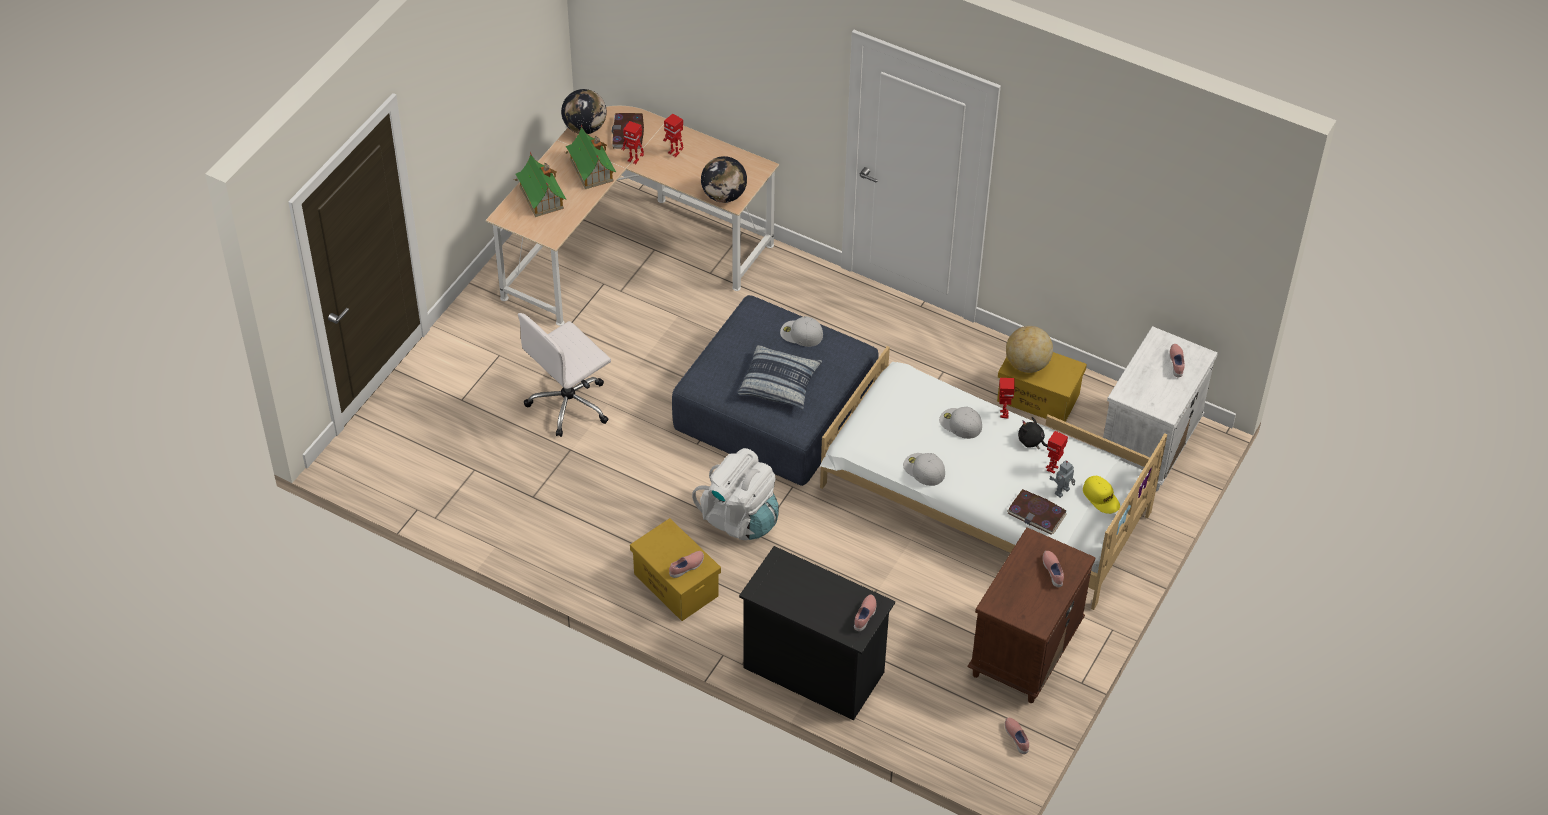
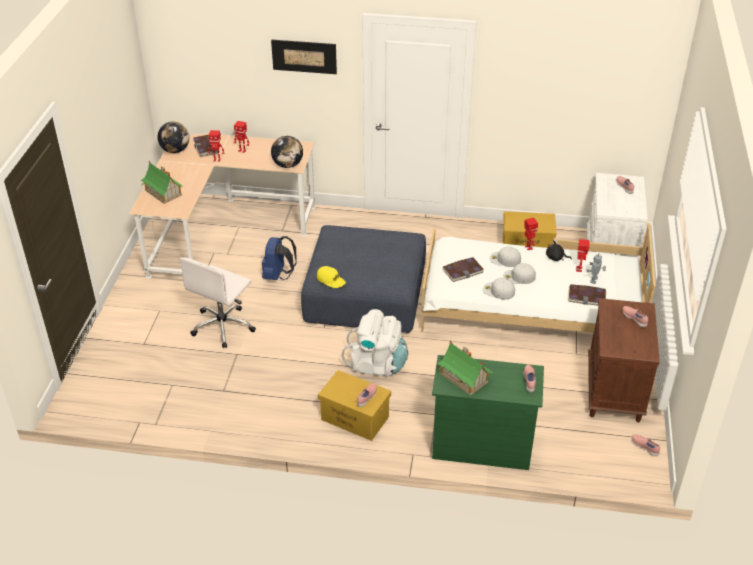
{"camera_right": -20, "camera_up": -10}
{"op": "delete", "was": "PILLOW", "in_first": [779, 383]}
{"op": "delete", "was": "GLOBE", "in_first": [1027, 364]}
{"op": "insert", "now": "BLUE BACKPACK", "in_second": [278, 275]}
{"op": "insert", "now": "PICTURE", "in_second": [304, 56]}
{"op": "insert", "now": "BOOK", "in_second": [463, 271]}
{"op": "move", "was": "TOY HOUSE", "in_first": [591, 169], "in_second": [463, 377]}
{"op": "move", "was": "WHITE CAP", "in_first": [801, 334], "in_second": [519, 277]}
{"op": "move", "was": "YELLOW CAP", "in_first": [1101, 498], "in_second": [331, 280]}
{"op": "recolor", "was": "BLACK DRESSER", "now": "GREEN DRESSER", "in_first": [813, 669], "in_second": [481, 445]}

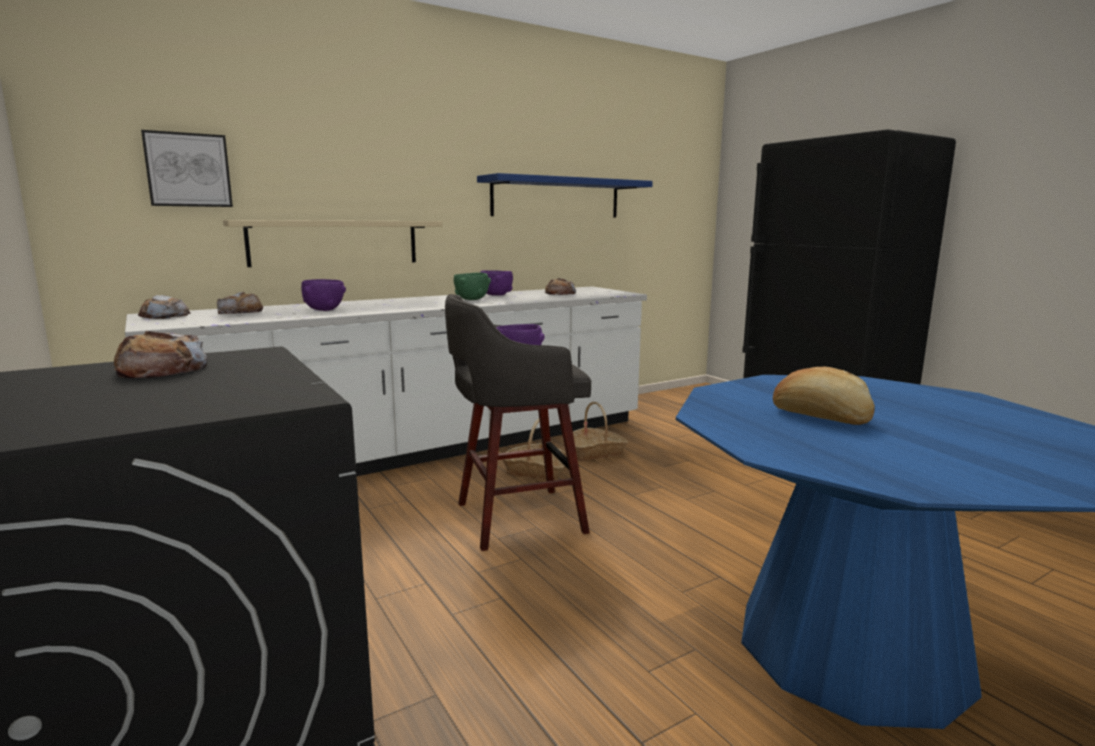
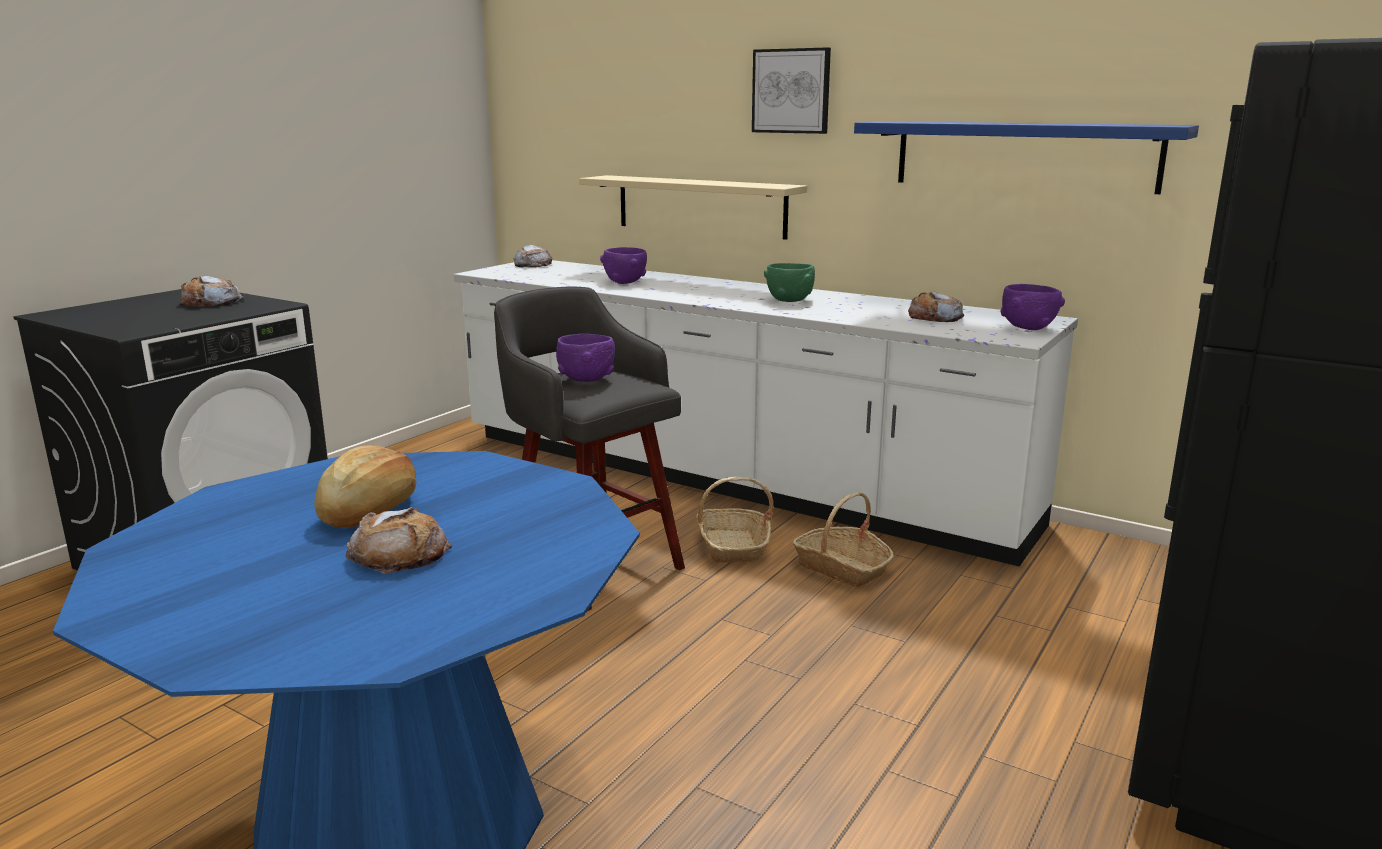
{"camera_right": 65, "camera_up": 5}
{"op": "move", "was": "PICTURE", "in_first": [188, 170], "in_second": [791, 91]}
{"op": "move", "was": "BREAD", "in_first": [240, 312], "in_second": [399, 553]}
{"op": "move", "was": "PURPLE BOWL", "in_first": [496, 295], "in_second": [1028, 328]}

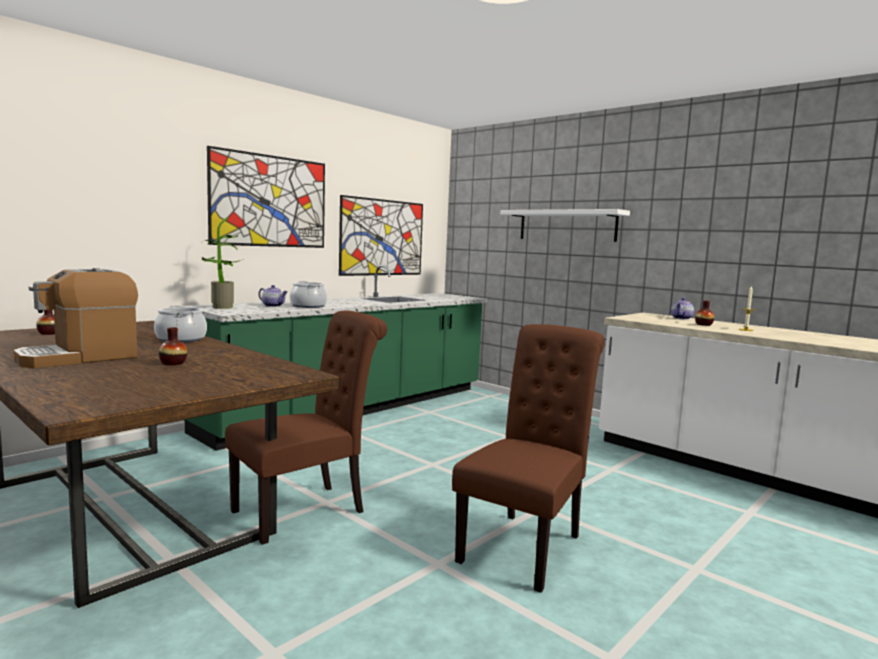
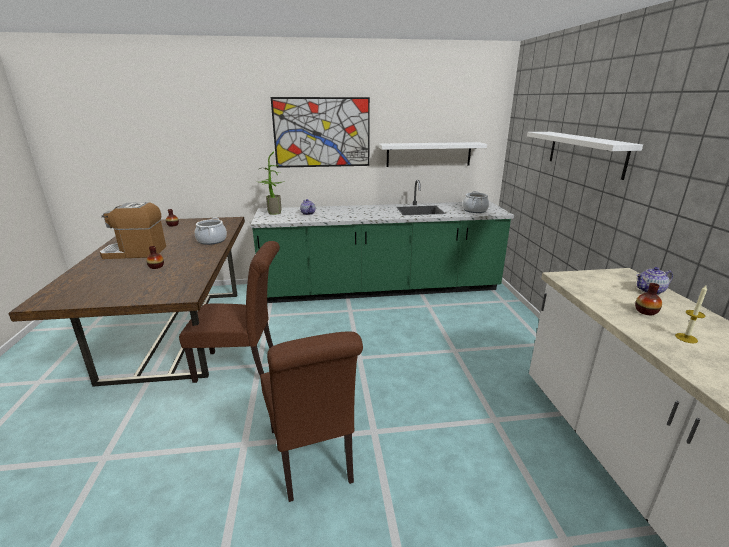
{"camera_right": 40, "camera_up": 15}
{"op": "move", "was": "COOKING POT", "in_first": [308, 306], "in_second": [475, 210]}
{"op": "replace", "was": "PICTURE", "now": "WHITE SHELF", "in_first": [382, 237], "in_second": [429, 154]}
{"op": "rotate", "was": "BROWN CHAIR", "in_first": [525, 545], "in_second": [312, 459], "clockwise": 90}

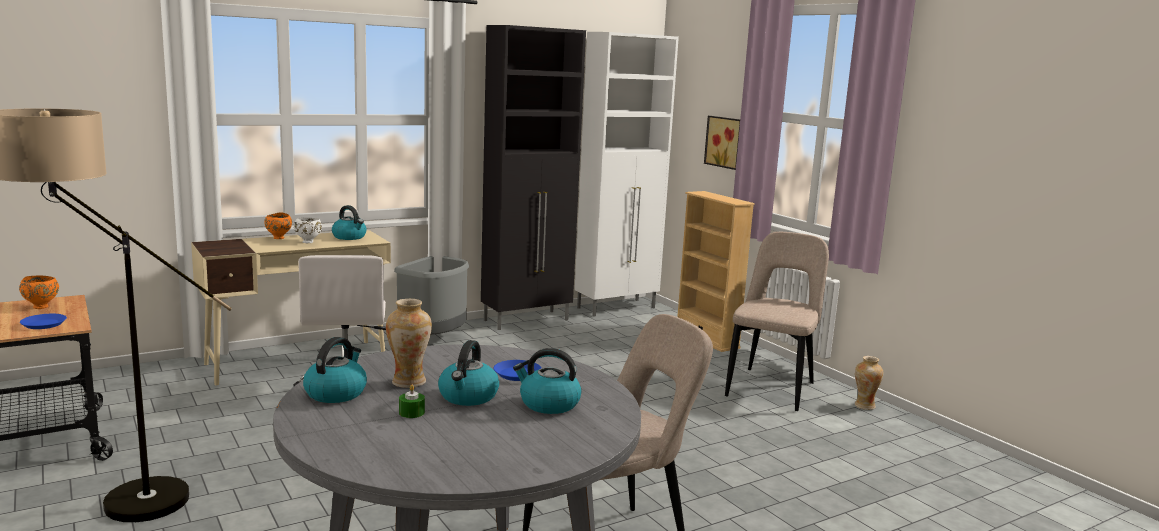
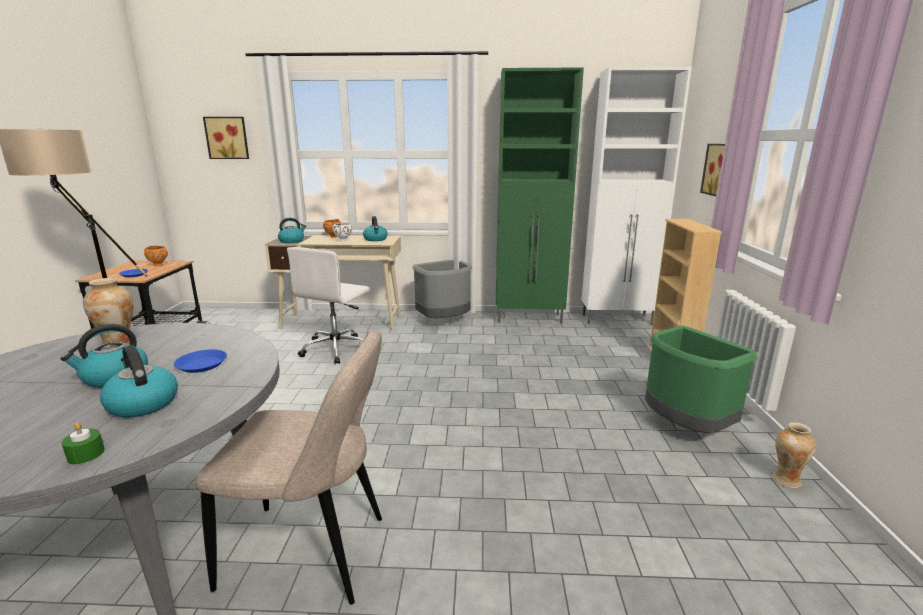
{"camera_right": 35, "camera_up": 5}
{"op": "insert", "now": "PICTURE", "in_second": [227, 138]}
{"op": "move", "was": "KETTLE", "in_first": [336, 393], "in_second": [292, 241]}
{"op": "move", "was": "GREEN CANDLE", "in_first": [411, 412], "in_second": [86, 454]}
{"op": "replace", "was": "BEIGE CHAIR", "now": "GREEN TRASH CAN", "in_first": [772, 388], "in_second": [685, 427]}
{"op": "recolor", "was": "BLACK CABINET", "now": "GREEN CABINET", "in_first": [527, 320], "in_second": [530, 318]}

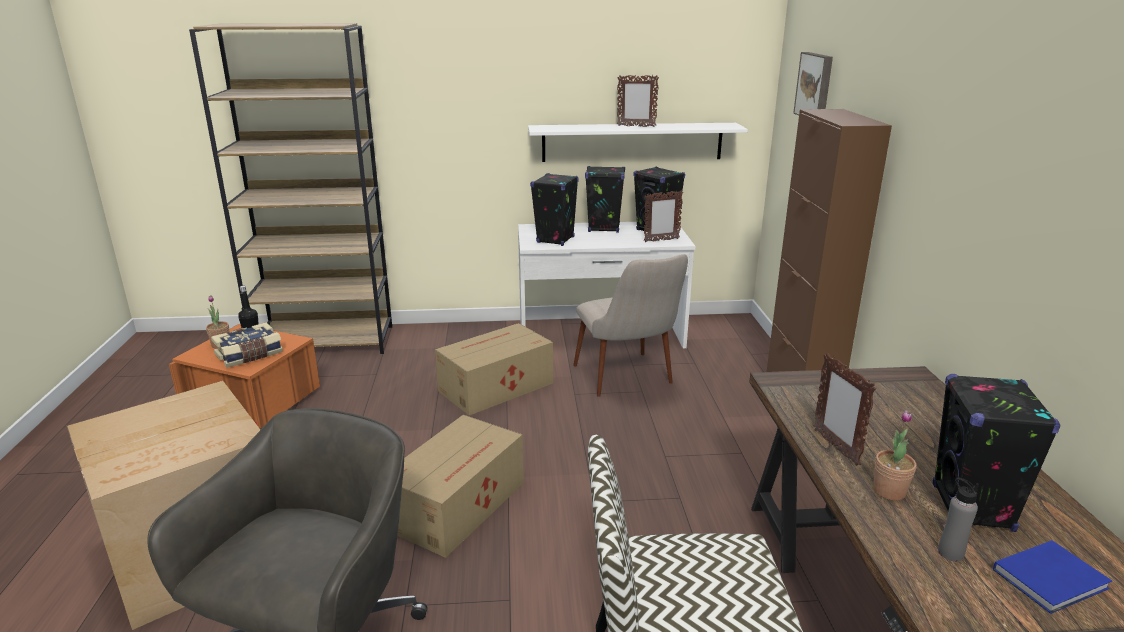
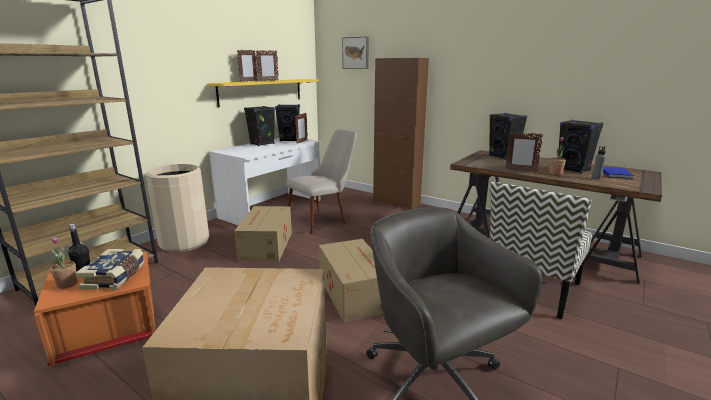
{"camera_right": -50, "camera_up": -5}
{"op": "insert", "now": "BEIGE TRASH CAN", "in_second": [184, 242]}
{"op": "insert", "now": "PICTURE FRAME", "in_second": [248, 81]}
{"op": "move", "was": "BLACK SPEAKER", "in_first": [555, 240], "in_second": [503, 156]}
{"op": "recolor", "was": "WHITE SHELF", "now": "YELLOW SHELF", "in_first": [632, 142], "in_second": [261, 92]}
{"op": "rotate", "was": "BEIGE CHAIR", "in_first": [629, 382], "in_second": [323, 219], "clockwise": -60}

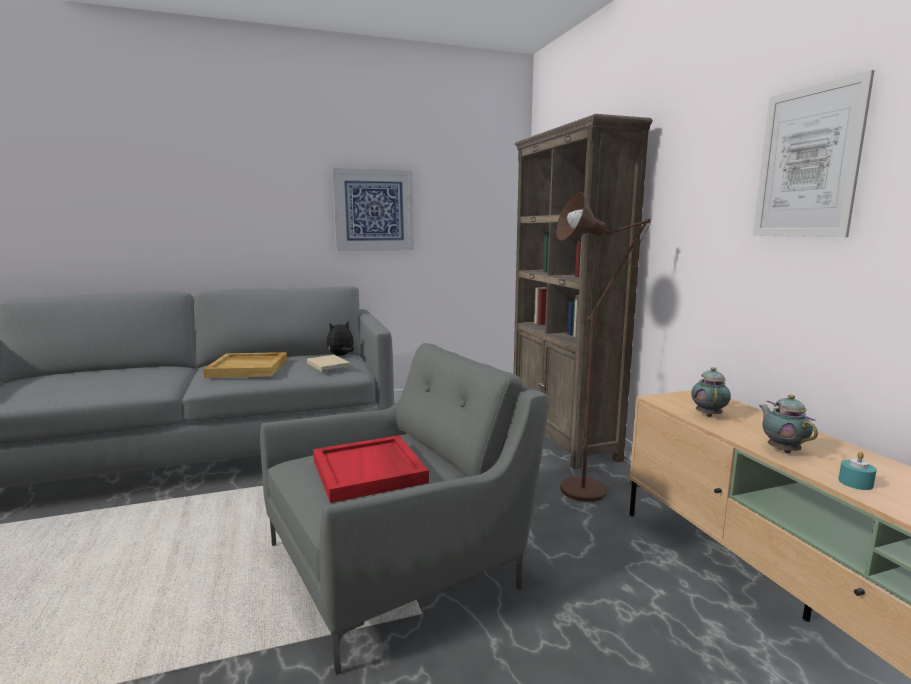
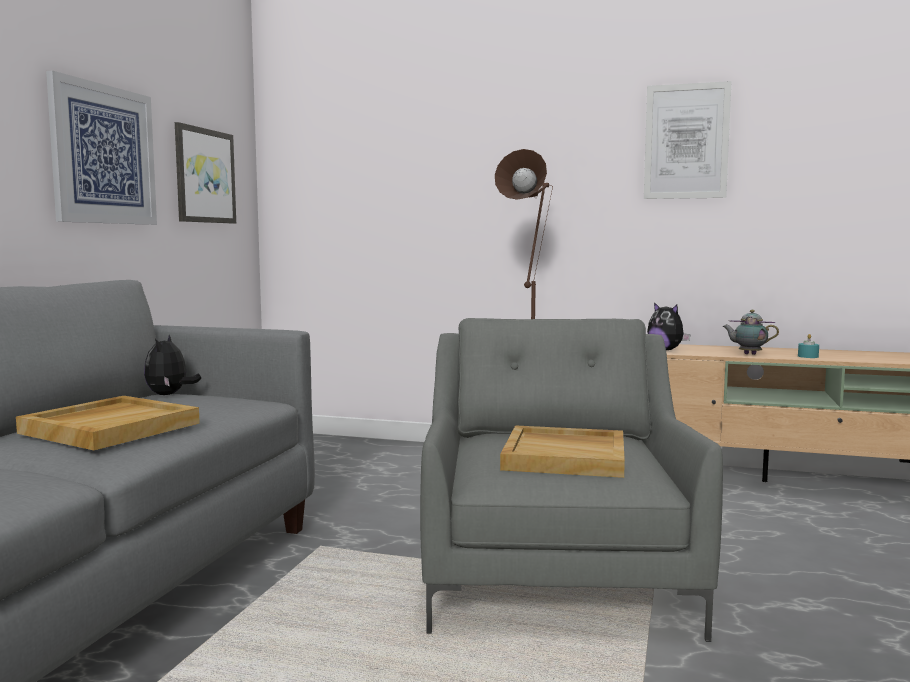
{"camera_right": -55, "camera_up": -5}
{"op": "delete", "was": "BEIGE BOOK", "in_first": [328, 365]}
{"op": "delete", "was": "BROWN BOOKCASE", "in_first": [562, 438]}
{"op": "insert", "now": "PICTURE", "in_second": [204, 176]}
{"op": "replace", "was": "TEAPOT", "now": "PLUSH TOY", "in_first": [708, 414], "in_second": [666, 350]}
{"op": "recolor", "was": "RED TRAY", "now": "BEIGE TRAY", "in_first": [370, 471], "in_second": [566, 456]}

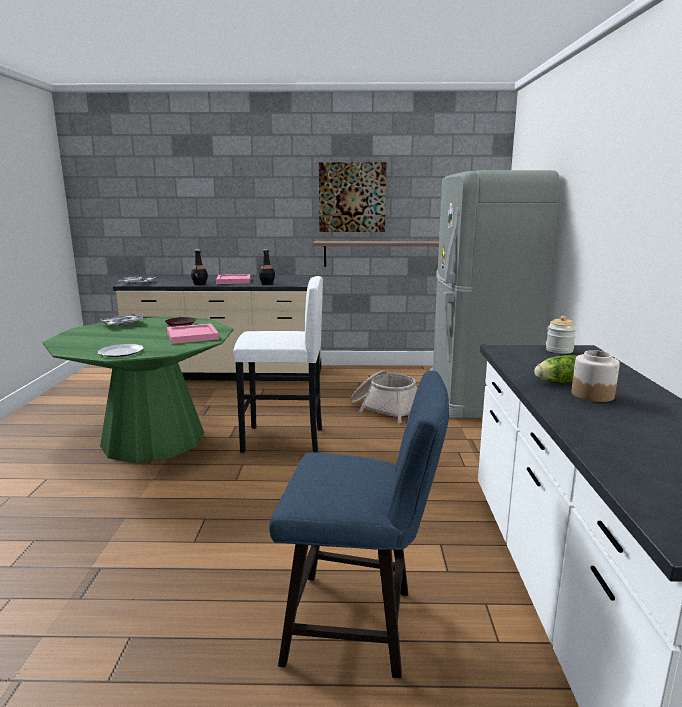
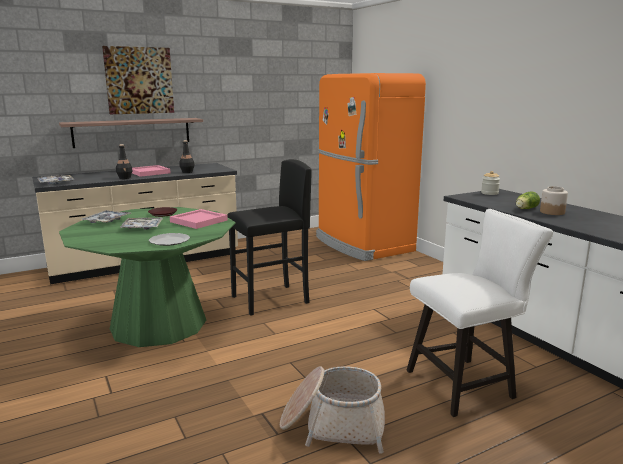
{"camera_right": -30, "camera_up": 0}
{"op": "insert", "now": "TRAY", "in_second": [142, 227]}
{"op": "move", "was": "SHELF", "in_first": [382, 254], "in_second": [132, 132]}
{"op": "move", "was": "PICTURE", "in_first": [352, 197], "in_second": [139, 80]}
{"op": "move", "was": "BASKET", "in_first": [385, 408], "in_second": [333, 424]}
{"op": "recolor", "was": "WHITE STOOL", "now": "BLACK STOOL", "in_first": [283, 440], "in_second": [270, 300]}
{"op": "recolor", "was": "BLUE CHAIR", "now": "WHITE CHAIR", "in_first": [360, 625], "in_second": [466, 383]}
{"op": "recolor", "was": "GREY FRIDGE", "now": "ORANGE FRIDGE", "in_first": [474, 396], "in_second": [362, 244]}

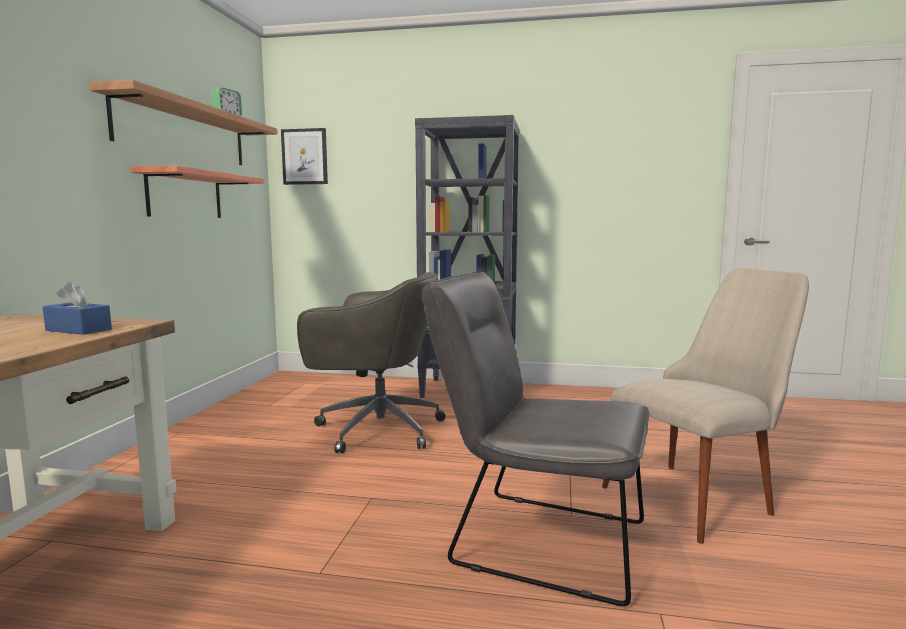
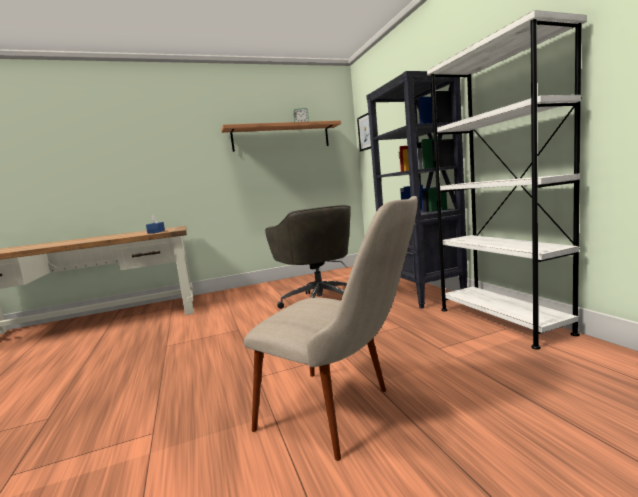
{"camera_right": 60, "camera_up": 0}
{"op": "delete", "was": "SHELF", "in_first": [185, 195]}
{"op": "delete", "was": "GREY CHAIR", "in_first": [535, 539]}
{"op": "insert", "now": "WHITE BOOKCASE", "in_second": [501, 321]}

